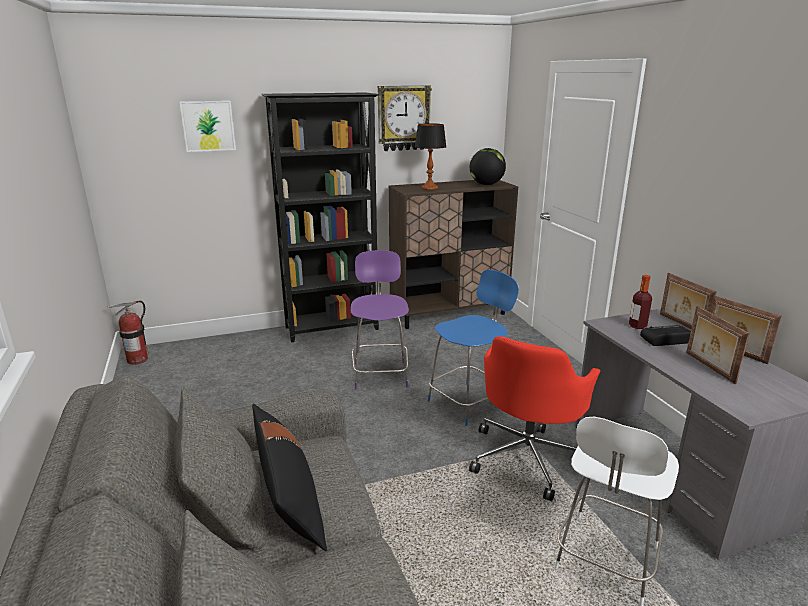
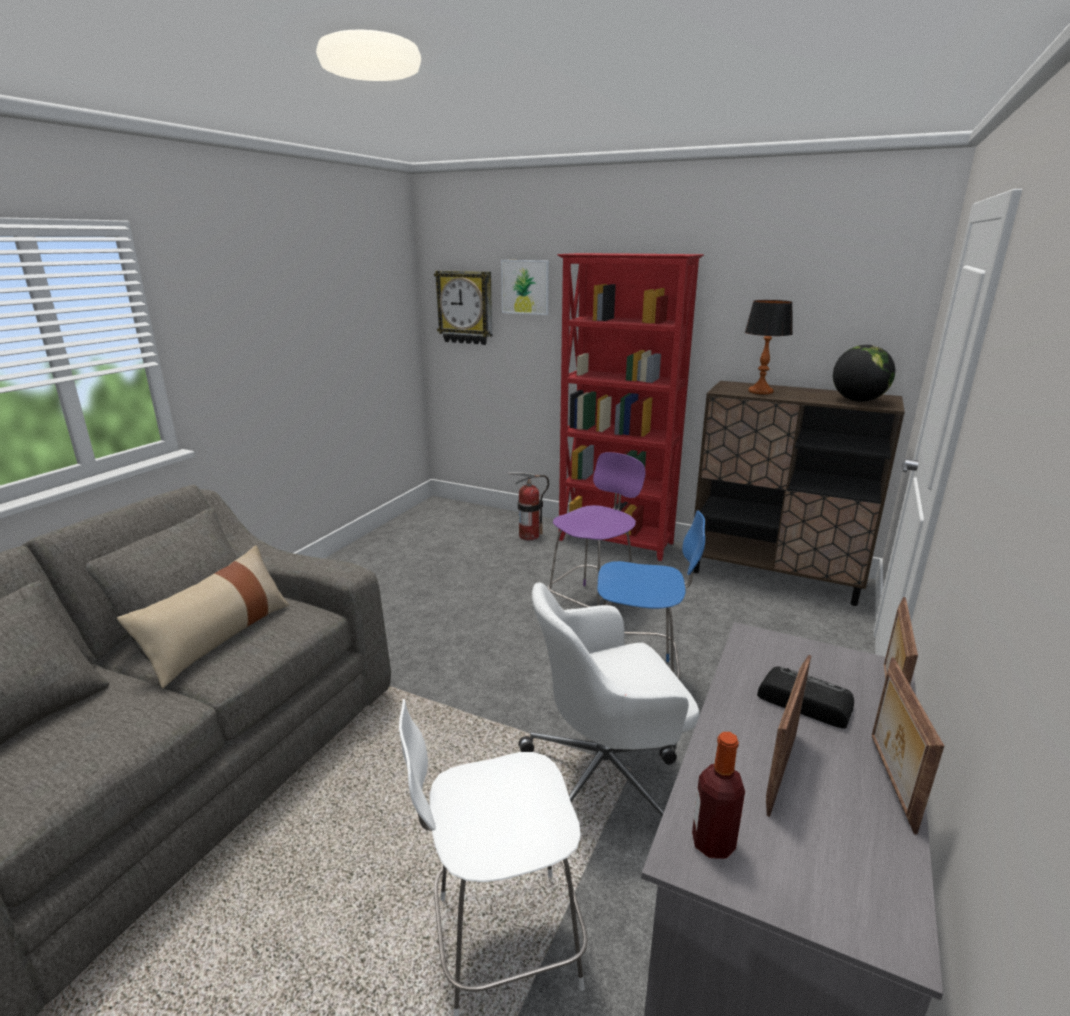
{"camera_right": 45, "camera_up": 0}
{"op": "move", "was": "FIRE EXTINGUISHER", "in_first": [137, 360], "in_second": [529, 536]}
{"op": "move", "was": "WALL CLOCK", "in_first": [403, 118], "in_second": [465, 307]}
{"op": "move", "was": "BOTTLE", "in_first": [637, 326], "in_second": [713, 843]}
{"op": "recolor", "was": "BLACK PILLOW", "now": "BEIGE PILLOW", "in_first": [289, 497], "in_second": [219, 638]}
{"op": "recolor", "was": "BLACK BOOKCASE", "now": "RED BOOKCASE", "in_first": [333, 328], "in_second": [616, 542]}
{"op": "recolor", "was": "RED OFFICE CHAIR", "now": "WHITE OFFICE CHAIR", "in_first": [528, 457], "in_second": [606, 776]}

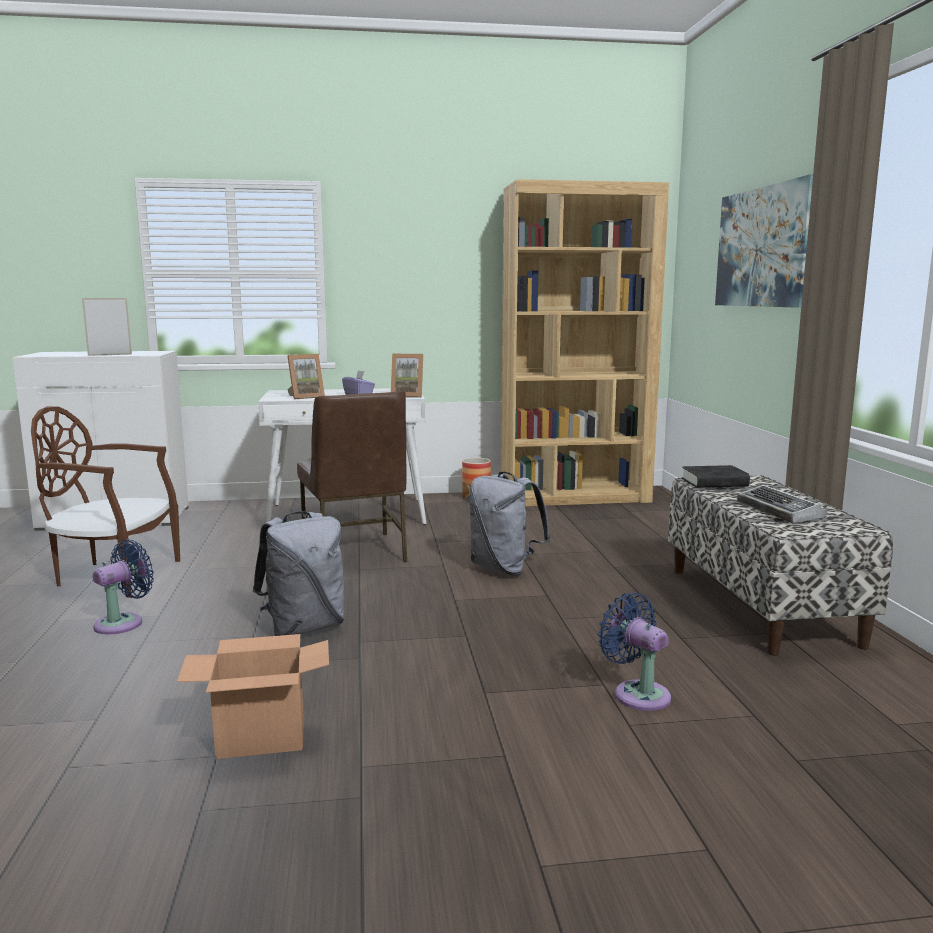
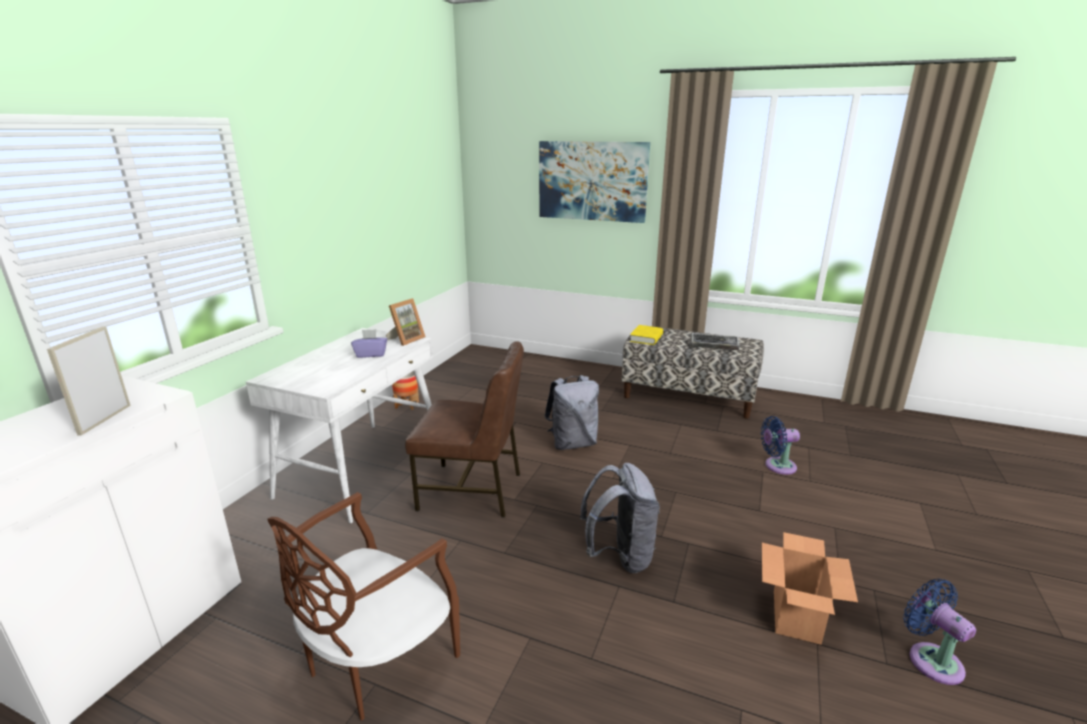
{"camera_right": -60, "camera_up": 10}
{"op": "delete", "was": "PICTURE FRAME", "in_first": [305, 397]}
{"op": "delete", "was": "BROWN BOOKCASE", "in_first": [575, 497]}
{"op": "move", "was": "BLUE FAN", "in_first": [123, 623], "in_second": [930, 659]}
{"op": "recolor", "was": "BLACK BOOK", "now": "YELLOW BOOK", "in_first": [714, 482], "in_second": [646, 338]}

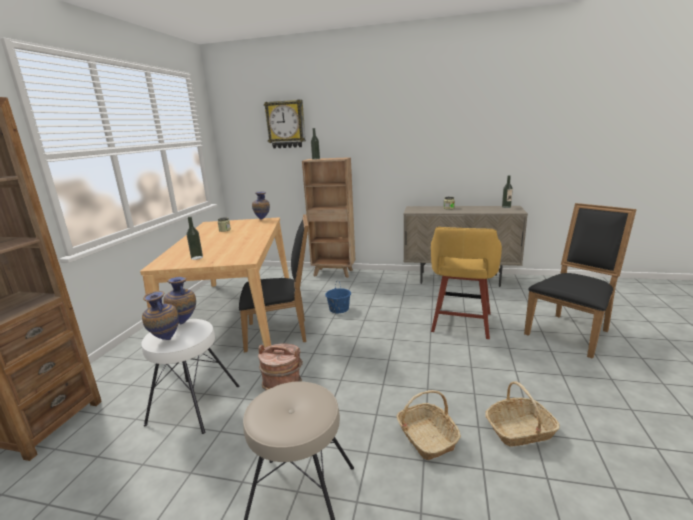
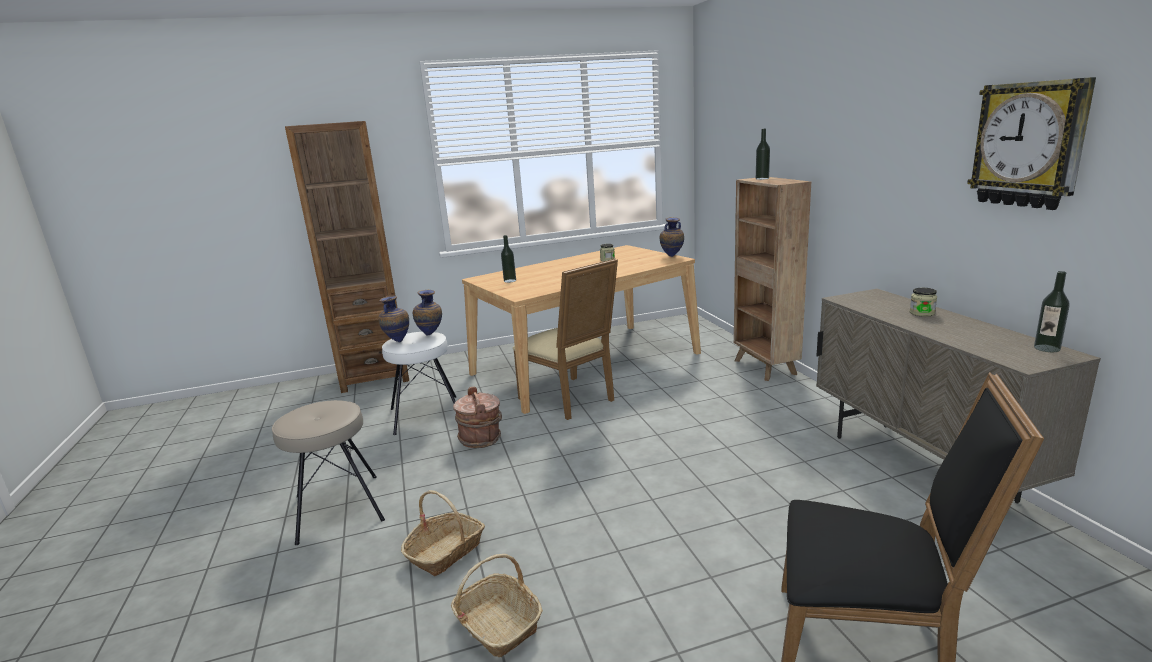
{"camera_right": 60, "camera_up": 0}
{"op": "delete", "was": "BLUE BUCKET", "in_first": [339, 309]}
{"op": "delete", "was": "YELLOW STOOL", "in_first": [461, 323]}
{"op": "move", "was": "WALL CLOCK", "in_first": [286, 124], "in_second": [1029, 145]}
{"op": "recolor", "was": "BLACK CHAIR", "now": "BEIGE CHAIR", "in_first": [281, 333], "in_second": [571, 400]}

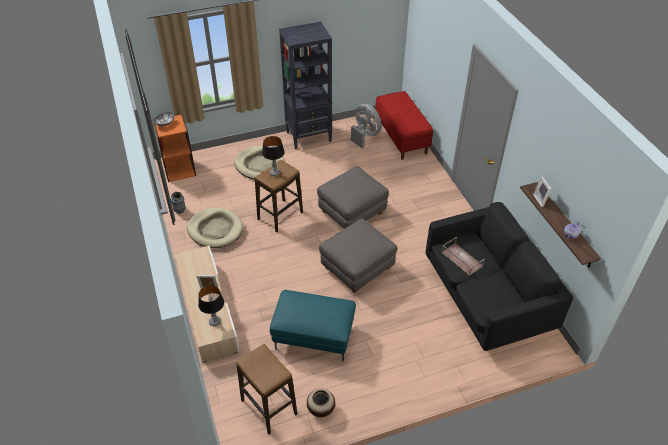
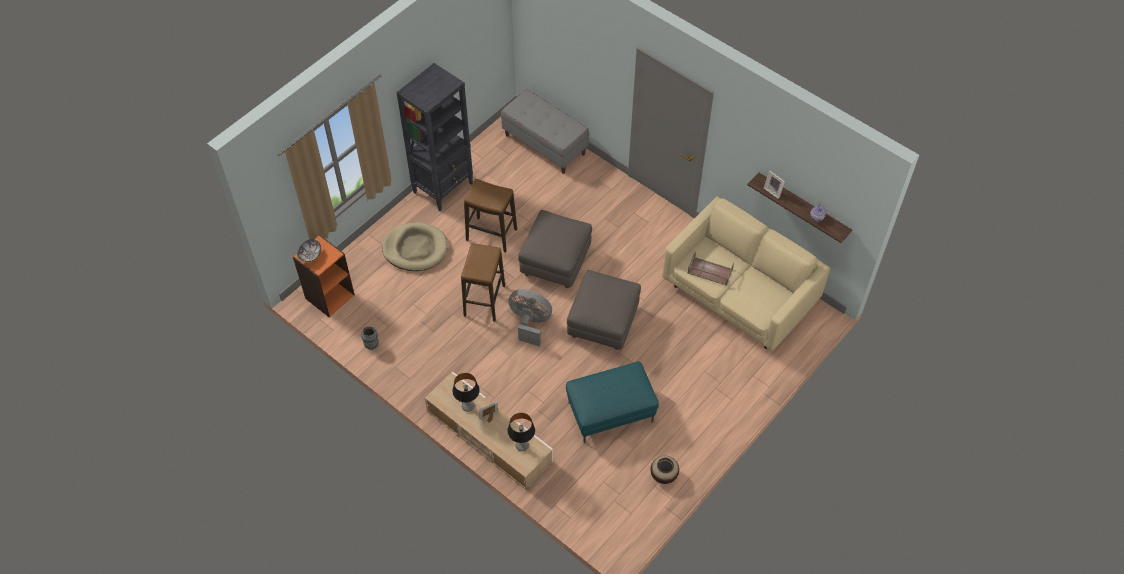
{"camera_right": -30, "camera_up": 10}
{"op": "delete", "was": "BEIGE DOG BED", "in_first": [215, 229]}
{"op": "move", "was": "STOOL", "in_first": [269, 407], "in_second": [491, 235]}
{"op": "move", "was": "TABLE LAMP", "in_first": [274, 173], "in_second": [468, 406]}
{"op": "move", "was": "GREY FAN", "in_first": [365, 135], "in_second": [530, 323]}
{"op": "recolor", "was": "RED BENCH", "now": "GREY BENCH", "in_first": [401, 137], "in_second": [545, 144]}
{"op": "recolor", "was": "BLACK SOFA", "now": "BEIGE SOFA", "in_first": [486, 297], "in_second": [739, 295]}

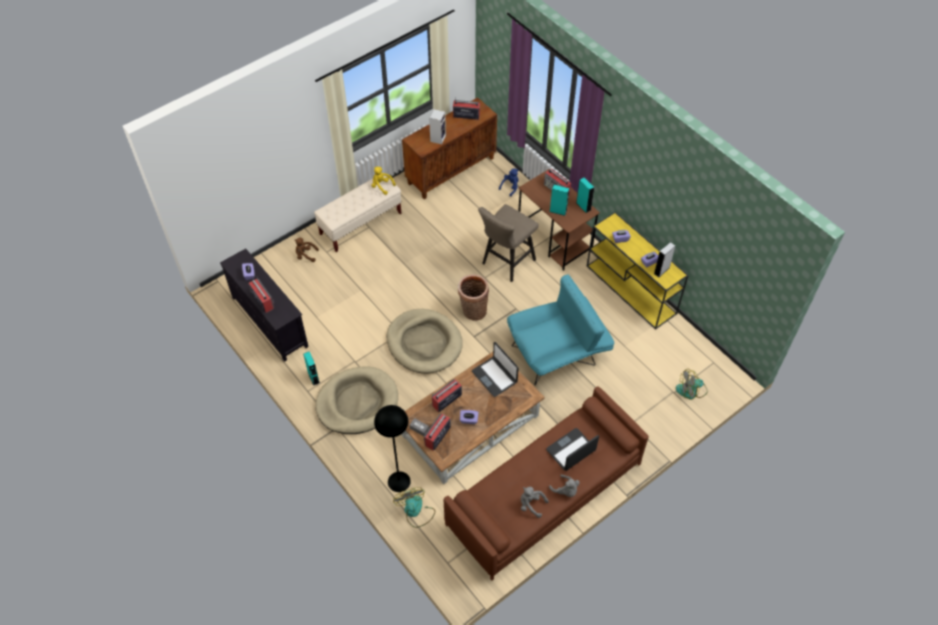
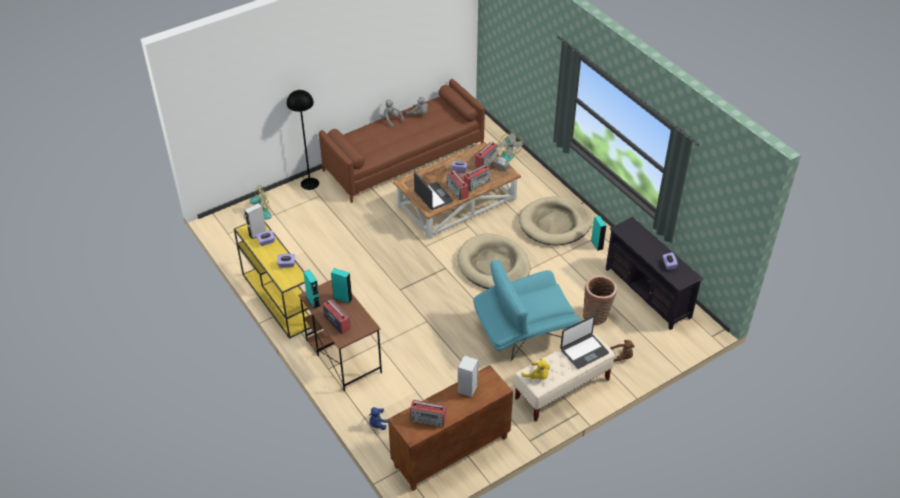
{"camera_right": -175, "camera_up": -10}
{"op": "delete", "was": "BEIGE STOOL", "in_first": [506, 263]}
{"op": "move", "was": "RADIO", "in_first": [262, 300], "in_second": [457, 191]}
{"op": "move", "was": "BLACK FLOOR LAMP", "in_first": [399, 482], "in_second": [310, 183]}
{"op": "move", "was": "BASKET", "in_first": [473, 311], "in_second": [597, 316]}
{"op": "move", "was": "TURQUOISE ARMCHAIR", "in_first": [558, 351], "in_second": [523, 332]}
{"op": "move", "was": "LAPTOP", "in_first": [571, 450], "in_second": [584, 351]}

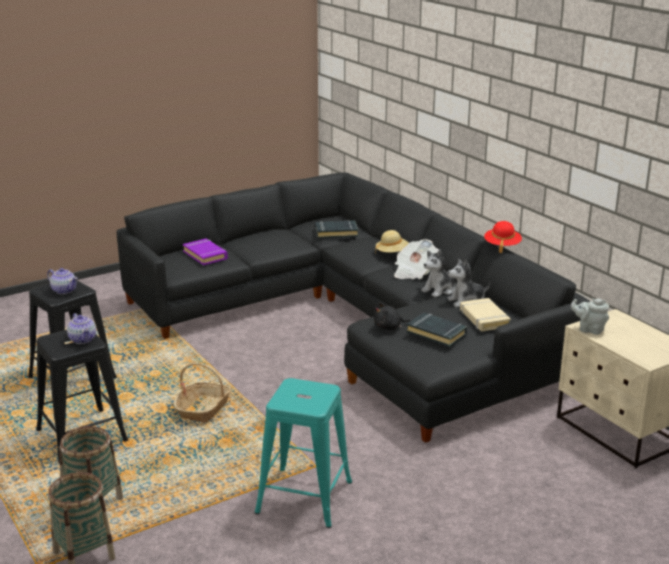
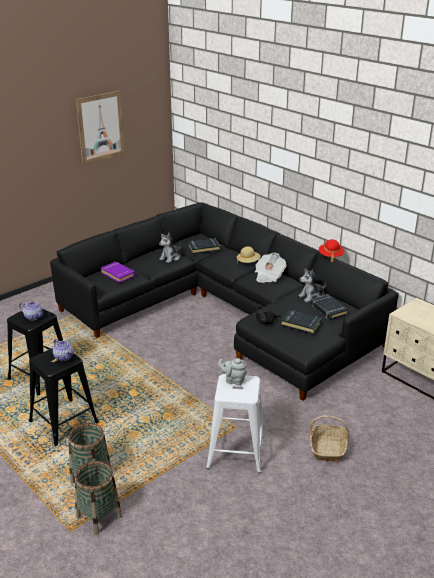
{"camera_right": -10, "camera_up": 5}
{"op": "insert", "now": "PICTURE", "in_second": [100, 127]}
{"op": "move", "was": "BASKET", "in_first": [203, 409], "in_second": [328, 448]}
{"op": "move", "was": "PLUSH TOY", "in_first": [439, 290], "in_second": [170, 258]}
{"op": "move", "was": "GREY TEAPOT", "in_first": [589, 329], "in_second": [233, 380]}
{"op": "recolor", "was": "TURQUOISE STOOL", "now": "WHITE STOOL", "in_first": [304, 497], "in_second": [236, 452]}
{"op": "recolor", "was": "BEIGE BOOK", "now": "BLACK BOOK", "in_first": [484, 318], "in_second": [328, 309]}

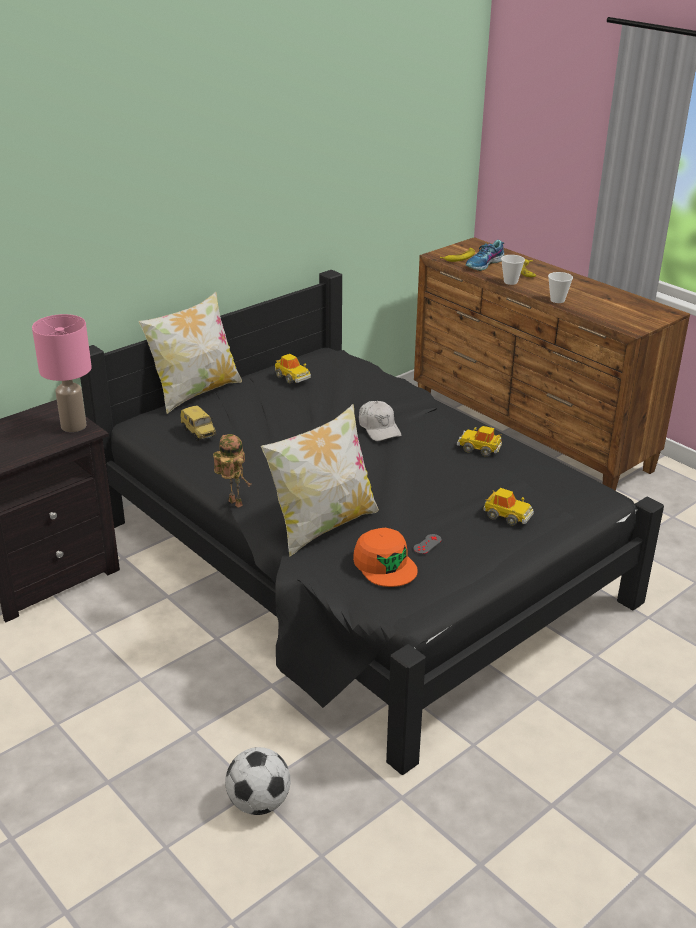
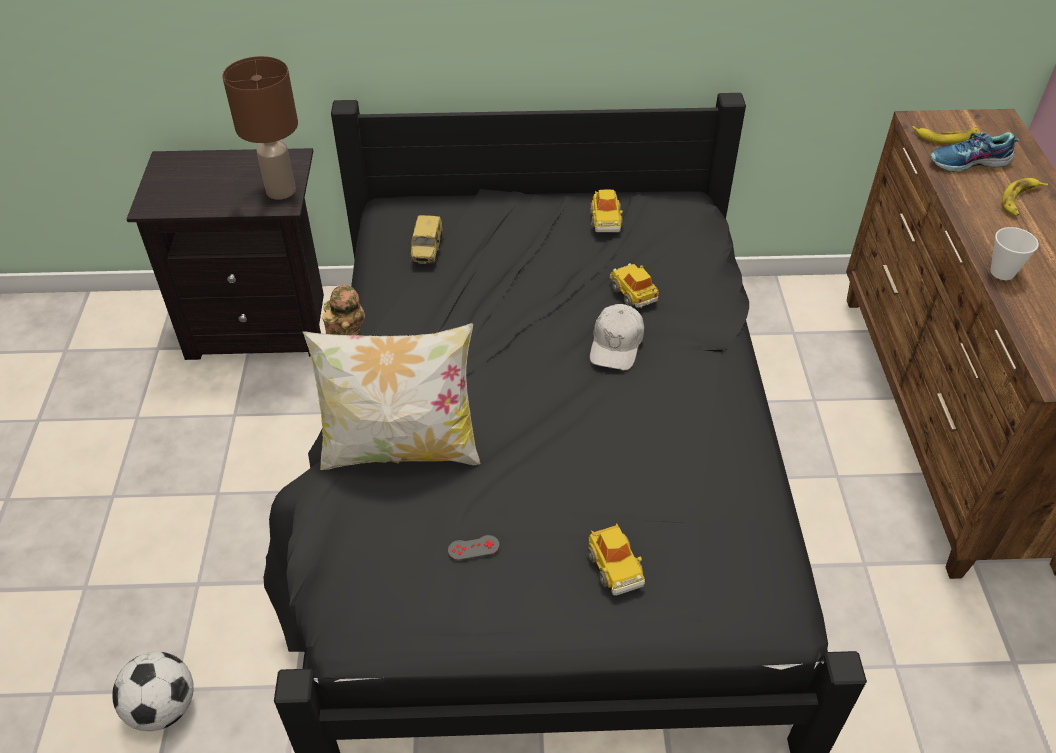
{"camera_right": 40, "camera_up": 15}
{"op": "delete", "was": "PILLOW", "in_first": [195, 392]}
{"op": "delete", "was": "ORANGE CAP", "in_first": [385, 564]}
{"op": "delete", "was": "CUP", "in_first": [510, 282]}
{"op": "move", "was": "TOY CAR", "in_first": [479, 448], "in_second": [633, 293]}
{"op": "recolor", "was": "PINK TABLE LAMP", "now": "BROWN TABLE LAMP", "in_first": [73, 426], "in_second": [280, 190]}

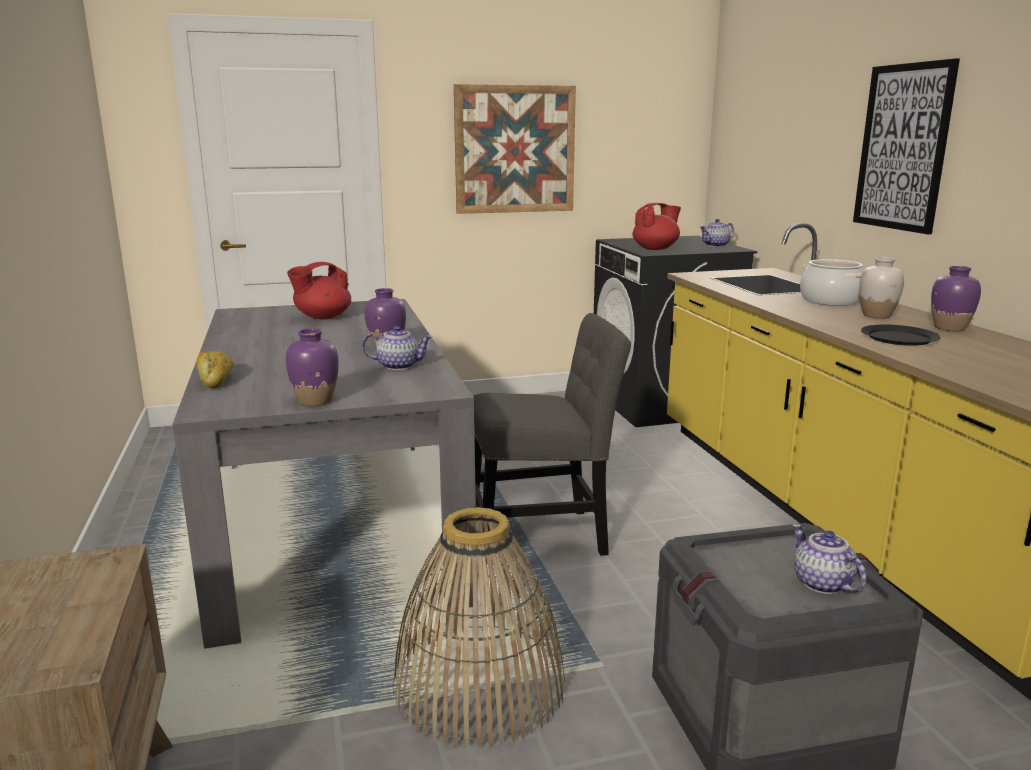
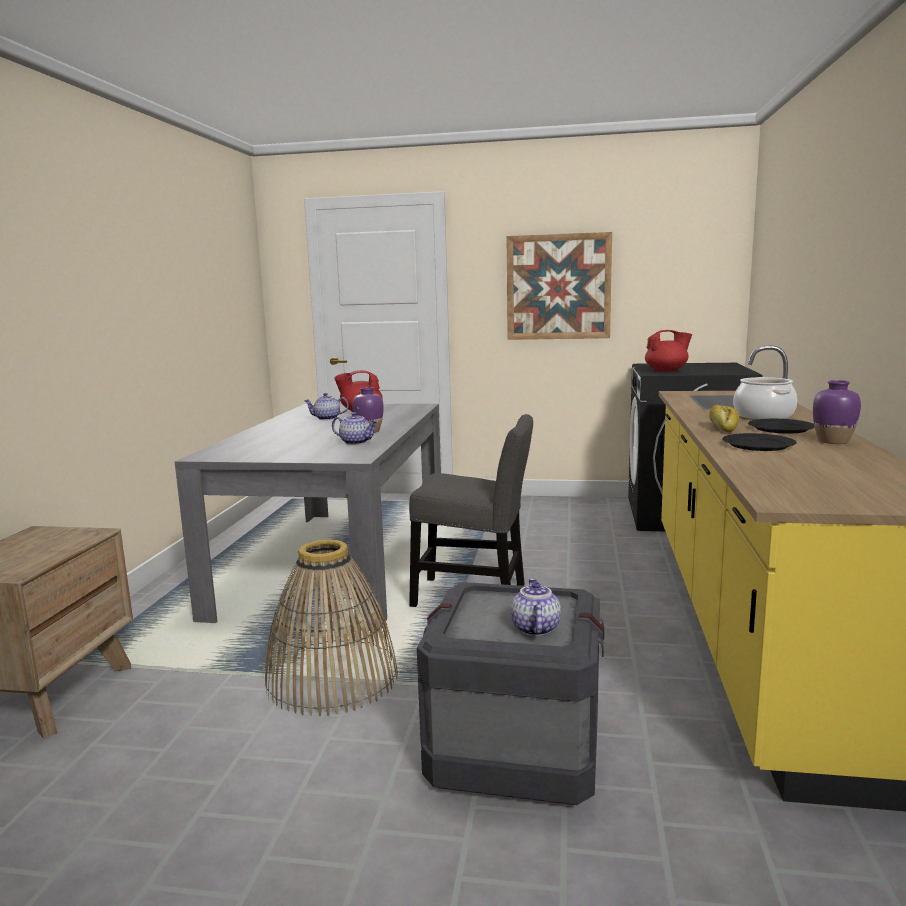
{"camera_right": 25, "camera_up": -5}
{"op": "delete", "was": "PURPLE VASE", "in_first": [315, 401]}
{"op": "delete", "was": "PICTURE", "in_first": [903, 147]}
{"op": "move", "was": "BREAD", "in_first": [216, 379], "in_second": [723, 428]}
{"op": "move", "was": "TEAPOT", "in_first": [716, 245], "in_second": [327, 418]}
{"op": "replace", "was": "WHITE VASE", "now": "BLACK PLATE", "in_first": [876, 316], "in_second": [781, 428]}

